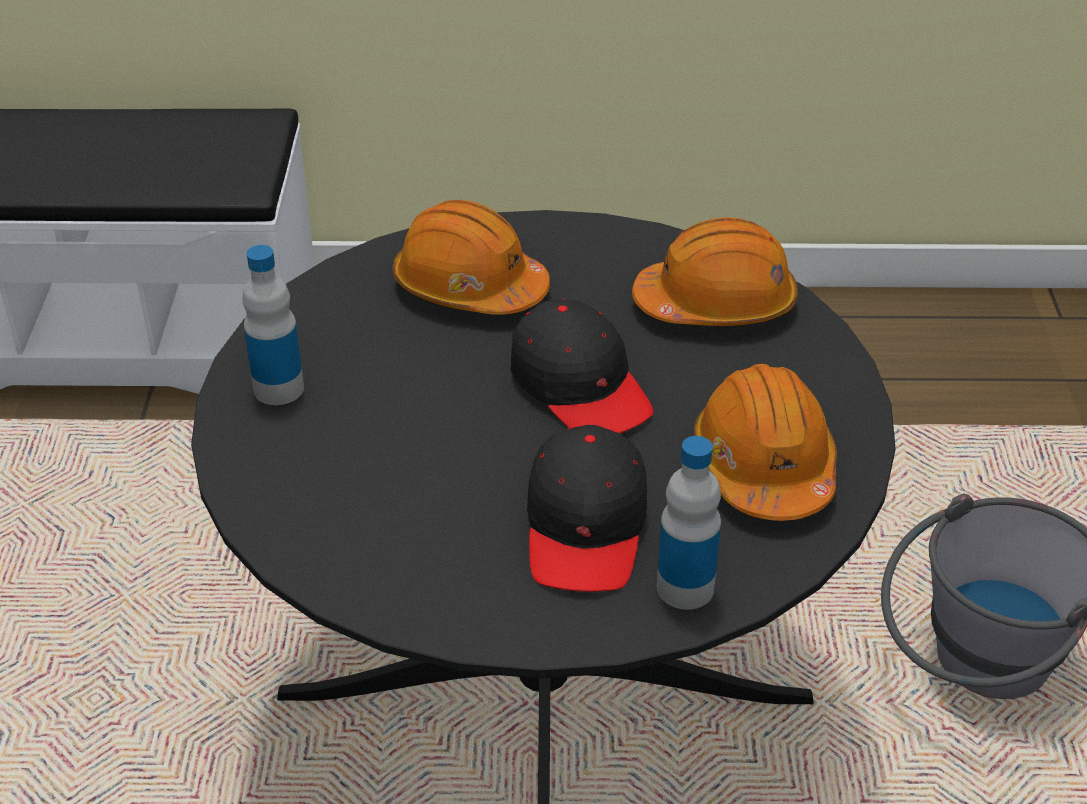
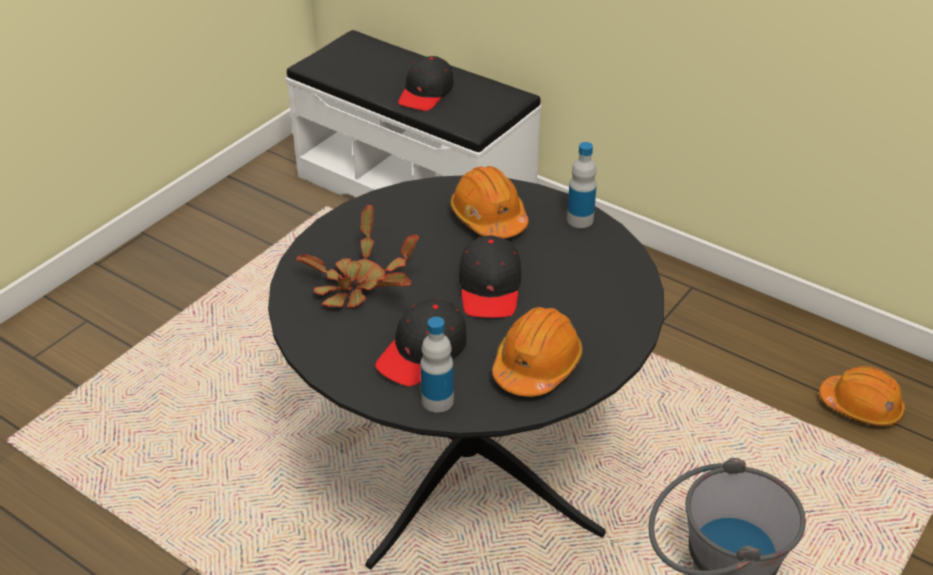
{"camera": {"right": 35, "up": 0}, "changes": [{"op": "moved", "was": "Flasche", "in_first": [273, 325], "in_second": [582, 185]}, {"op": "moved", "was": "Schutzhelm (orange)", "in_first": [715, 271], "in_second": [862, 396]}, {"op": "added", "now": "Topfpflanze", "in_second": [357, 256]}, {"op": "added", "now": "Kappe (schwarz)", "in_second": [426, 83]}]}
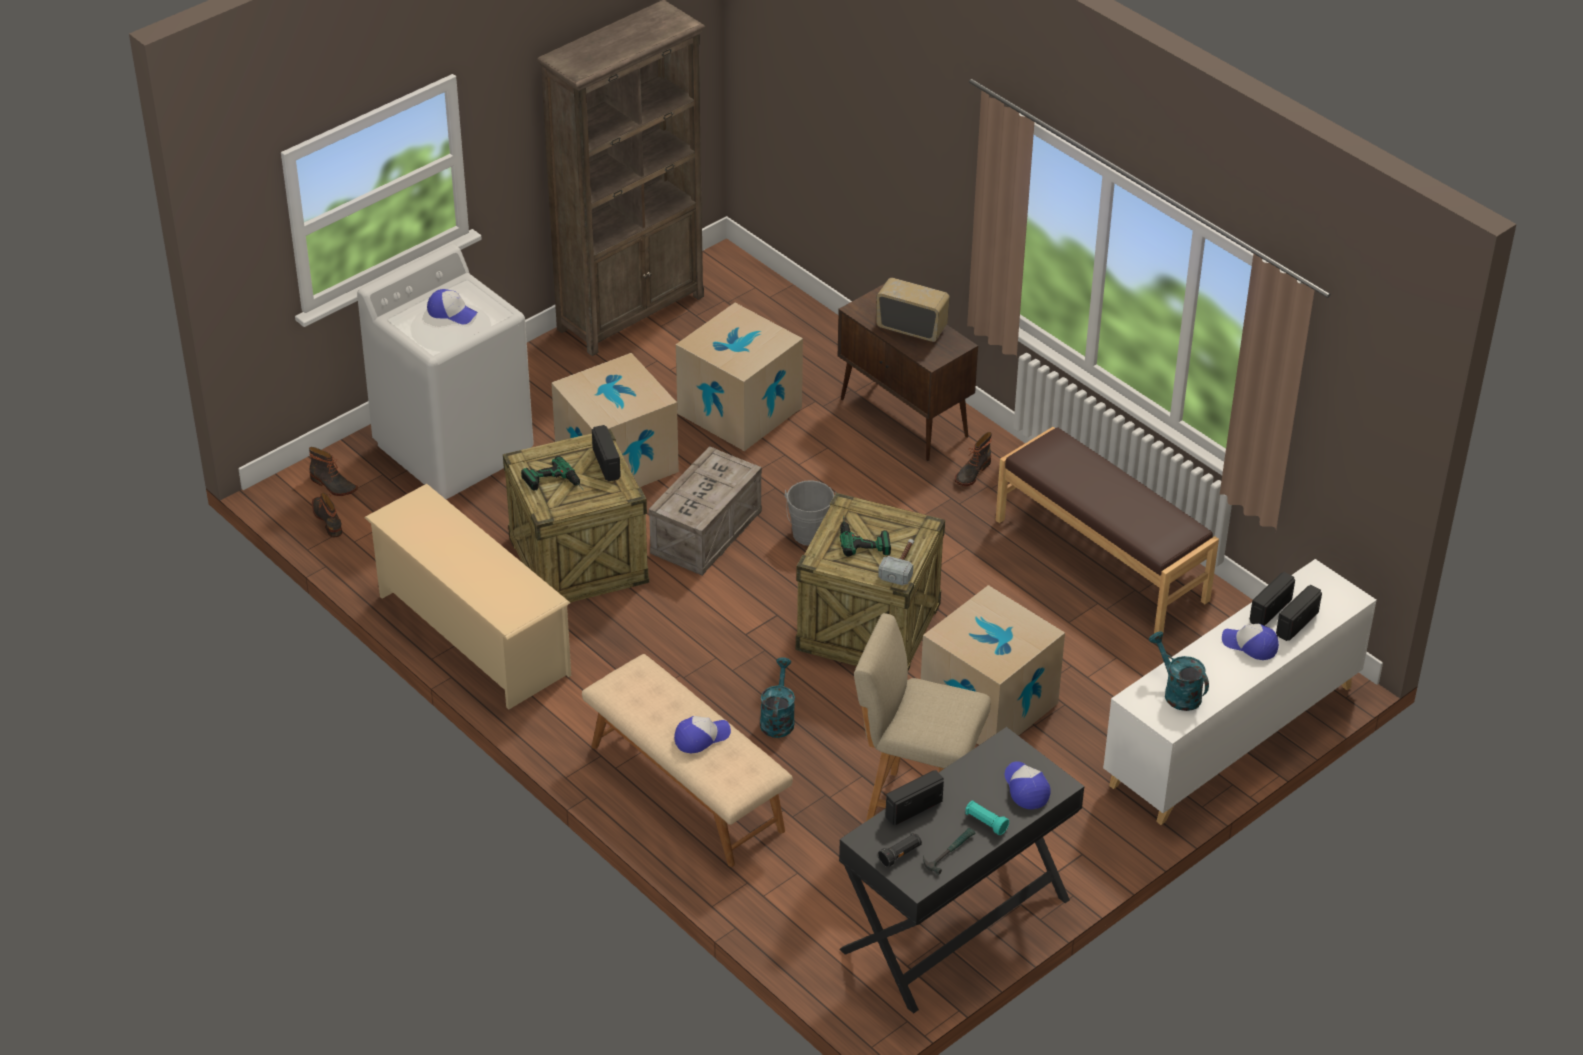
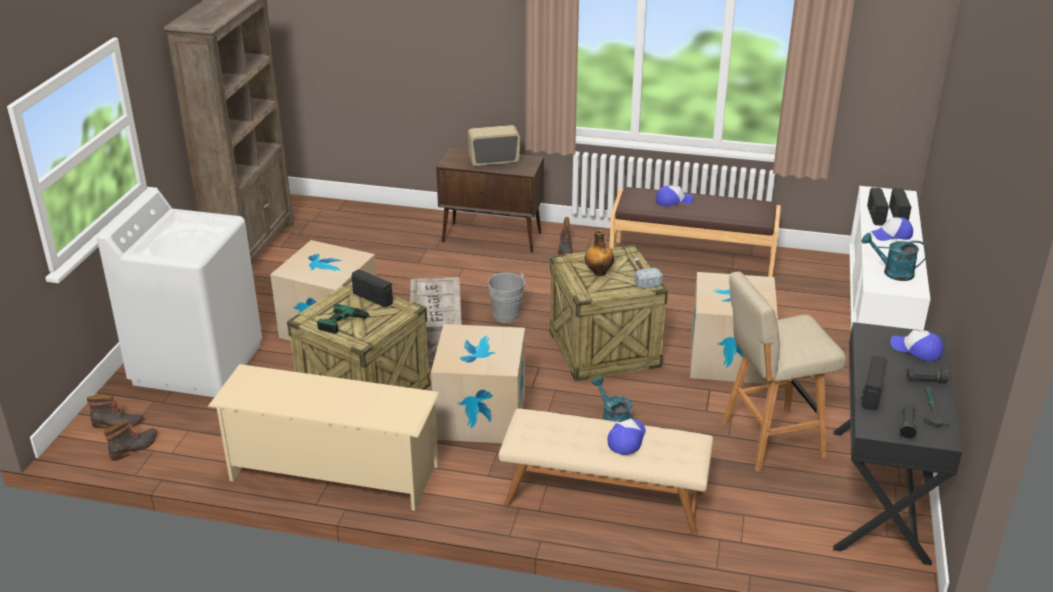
{"camera": {"right": -35, "up": -10}, "changes": [{"op": "turned", "was": "Stiefel", "in_first": [327, 515], "in_second": [130, 440], "clockwise": 105}, {"op": "moved", "was": "Kappe", "in_first": [452, 306], "in_second": [675, 195]}, {"op": "moved", "was": "Karton", "in_first": [739, 377], "in_second": [478, 383]}, {"op": "replaced", "was": "Bohrmaschine", "now": "Flasche", "in_first": [865, 536], "in_second": [599, 253]}, {"op": "recoloured", "was": "Taschenlampe (türkis)", "now": "Taschenlampe (schwarz)", "in_first": [987, 818], "in_second": [927, 375]}]}
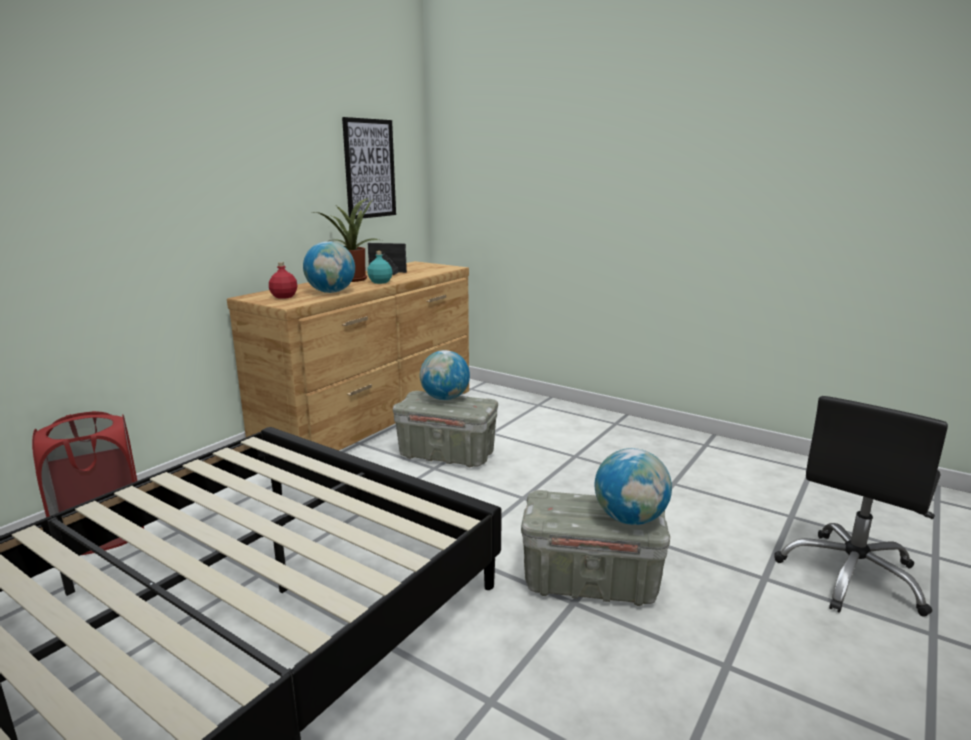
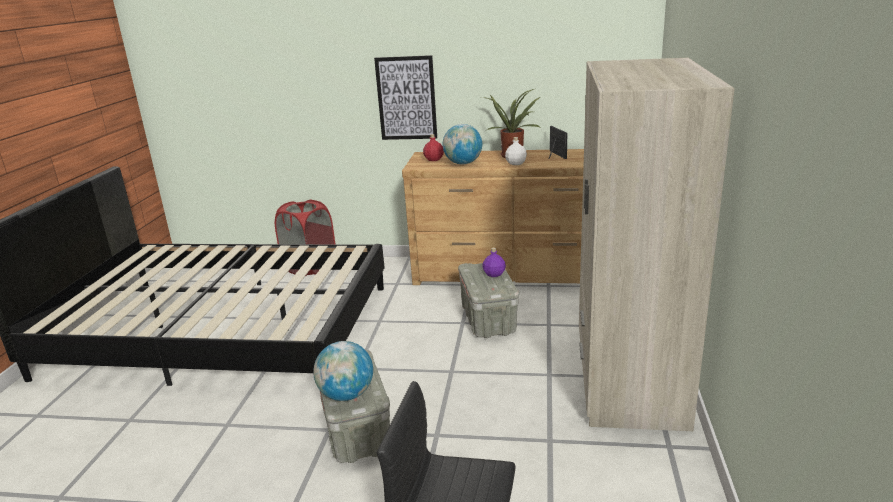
{"camera": {"right": 65, "up": 5}, "changes": [{"op": "moved", "was": "Bild", "in_first": [369, 168], "in_second": [405, 97]}, {"op": "recoloured", "was": "Flasche (türkis)", "now": "Flasche (weiß)", "in_first": [379, 267], "in_second": [516, 151]}, {"op": "replaced", "was": "Globus", "now": "Flasche (lila)", "in_first": [445, 375], "in_second": [494, 262]}, {"op": "added", "now": "Kleiderschrank (beige)", "in_second": [657, 244]}]}
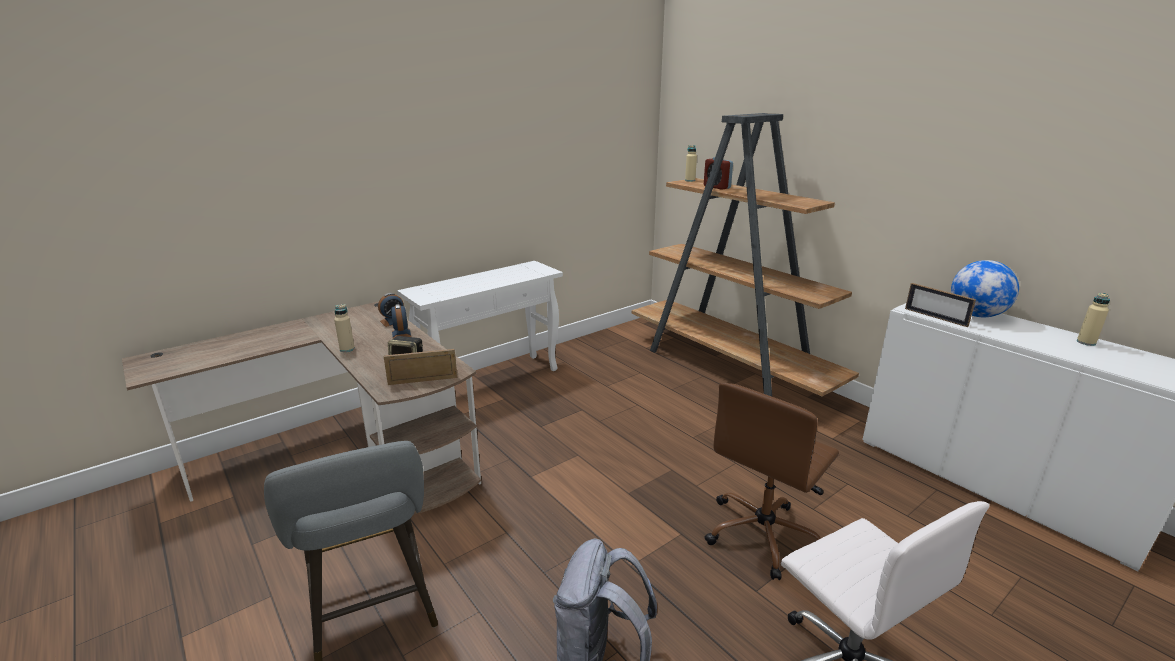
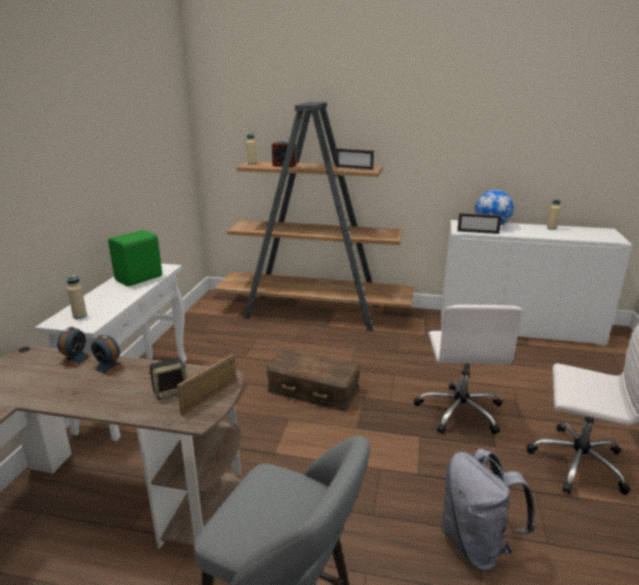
{"camera": {"right": -40, "up": 0}, "changes": [{"op": "moved", "was": "Flasche (beige)", "in_first": [344, 328], "in_second": [77, 296]}, {"op": "recoloured", "was": "Bürostuhl (braun)", "now": "Bürostuhl (weiß)", "in_first": [772, 481], "in_second": [468, 370]}, {"op": "added", "now": "Lautsprecher (grün)", "in_second": [135, 258]}, {"op": "added", "now": "Aufbewahrungsbox (braun)", "in_second": [313, 379]}, {"op": "added", "now": "Bilderrahmen", "in_second": [354, 159]}]}
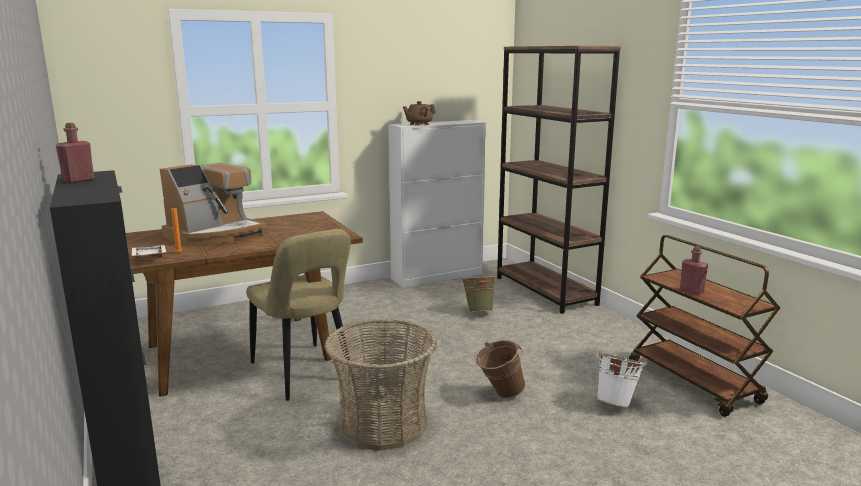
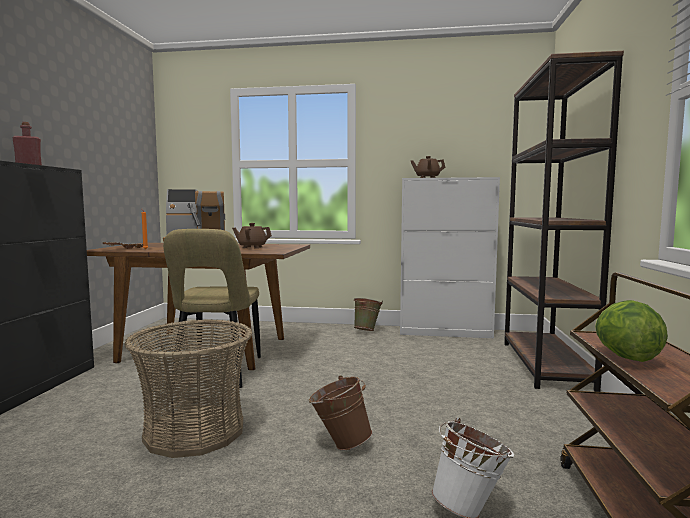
{"camera": {"right": 35, "up": -10}, "changes": [{"op": "moved", "was": "Eimer (grün)", "in_first": [479, 293], "in_second": [368, 314]}, {"op": "replaced", "was": "Flasche (rot)", "now": "Salatkopf", "in_first": [694, 270], "in_second": [631, 331]}, {"op": "added", "now": "Teekanne (braun)", "in_second": [252, 236]}]}
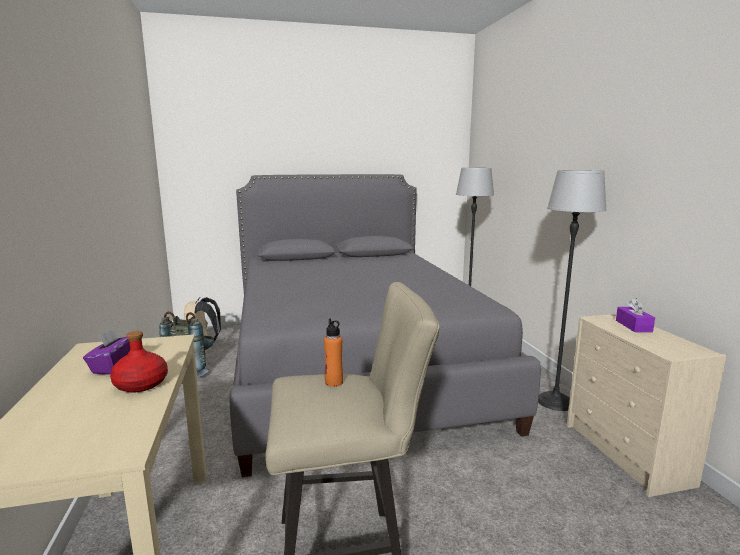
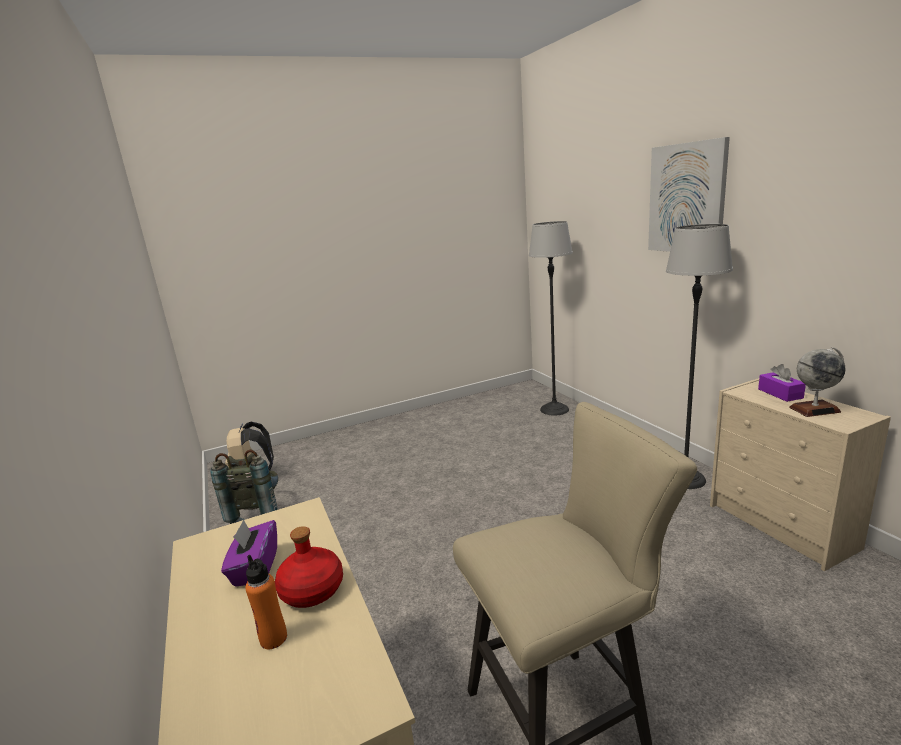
{"camera": {"right": -10, "up": 5}, "changes": [{"op": "removed", "was": "Bett (grau)", "in_first": [385, 325]}, {"op": "moved", "was": "Flasche (orange)", "in_first": [333, 352], "in_second": [266, 602]}, {"op": "added", "now": "Bild", "in_second": [689, 194]}, {"op": "added", "now": "Globus", "in_second": [817, 382]}]}
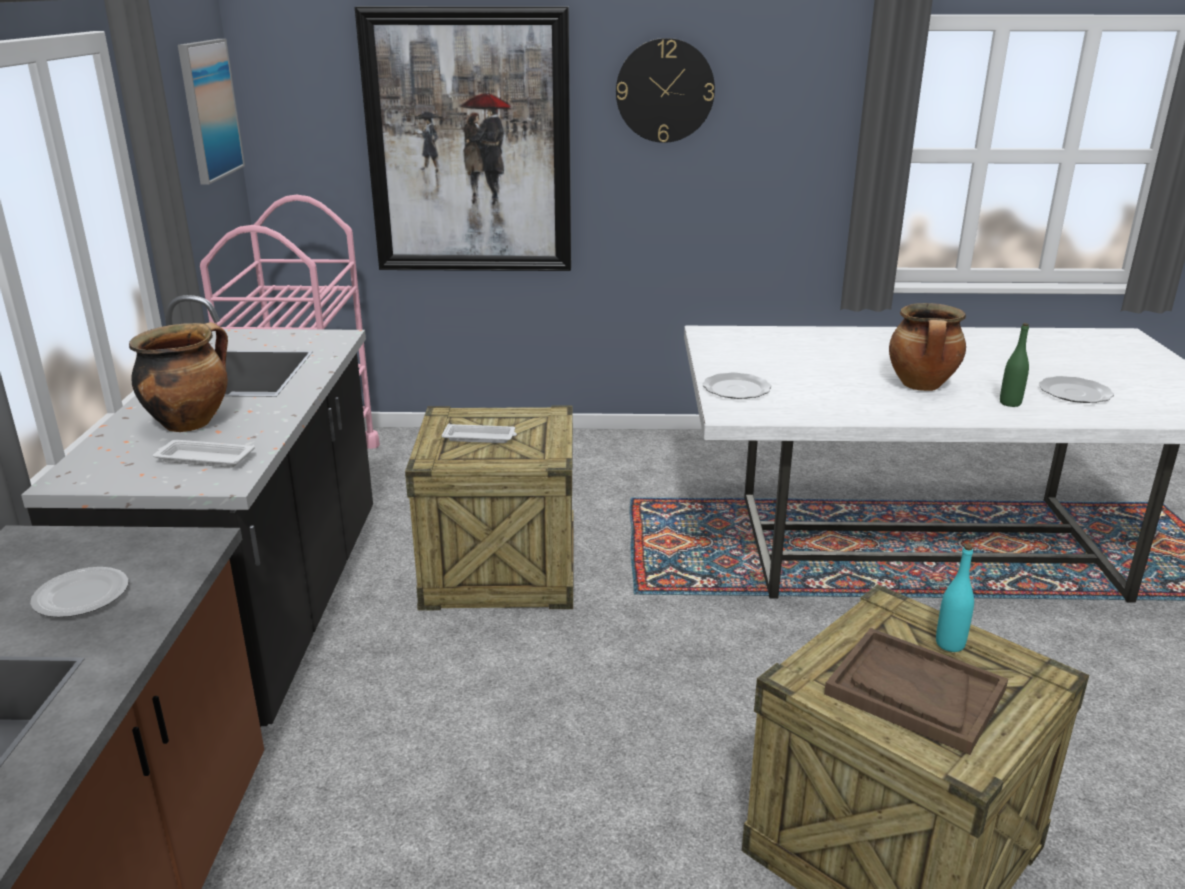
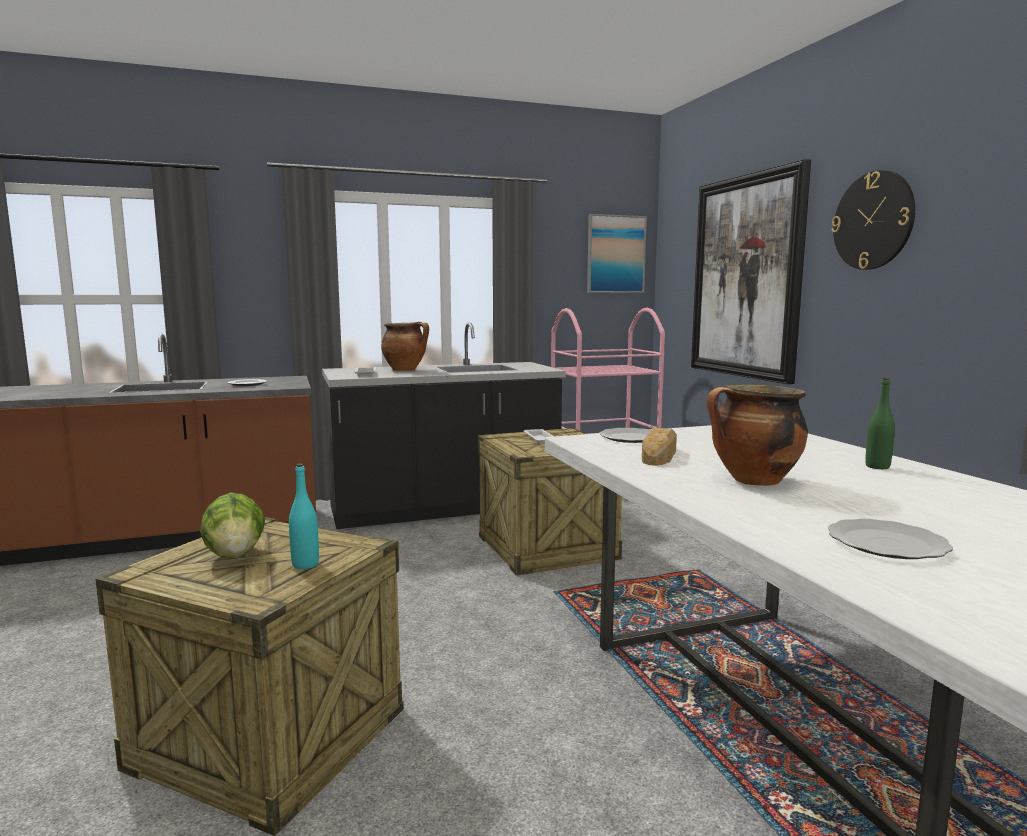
{"camera": {"right": 70, "up": -15}, "changes": [{"op": "replaced", "was": "Tablett (braun)", "now": "Salatkopf", "in_first": [916, 691], "in_second": [232, 525]}, {"op": "moved", "was": "Flasche (grün)", "in_first": [1014, 365], "in_second": [880, 423]}, {"op": "added", "now": "Brot", "in_second": [659, 447]}]}
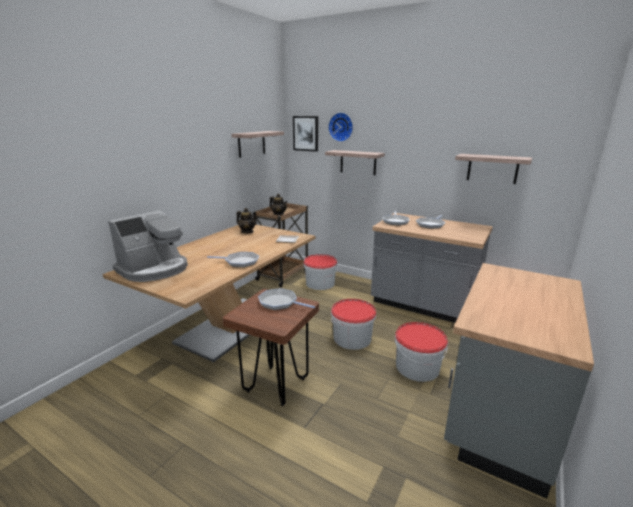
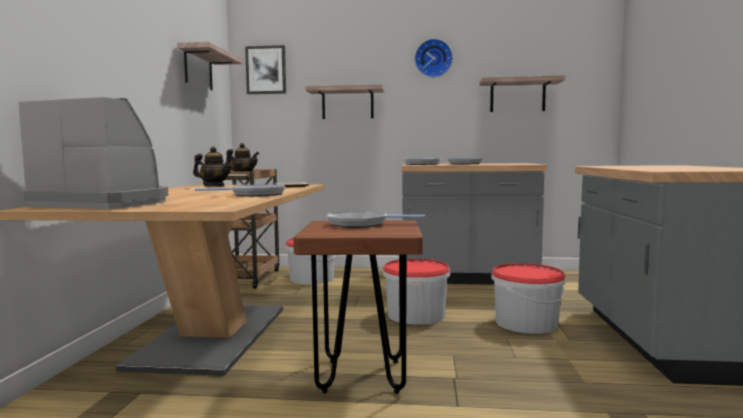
{"camera": {"right": -25, "up": -15}, "changes": [{"op": "turned", "was": "Kaffeemaschine", "in_first": [148, 246], "in_second": [93, 153], "clockwise": -90}, {"op": "moved", "was": "Wanduhr", "in_first": [340, 127], "in_second": [434, 58]}]}
